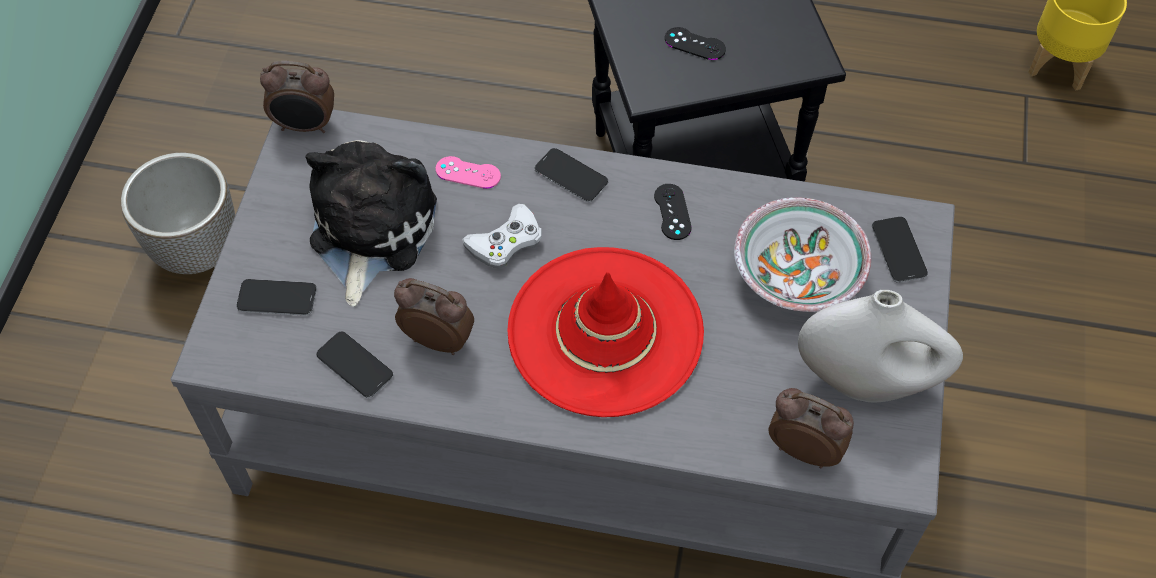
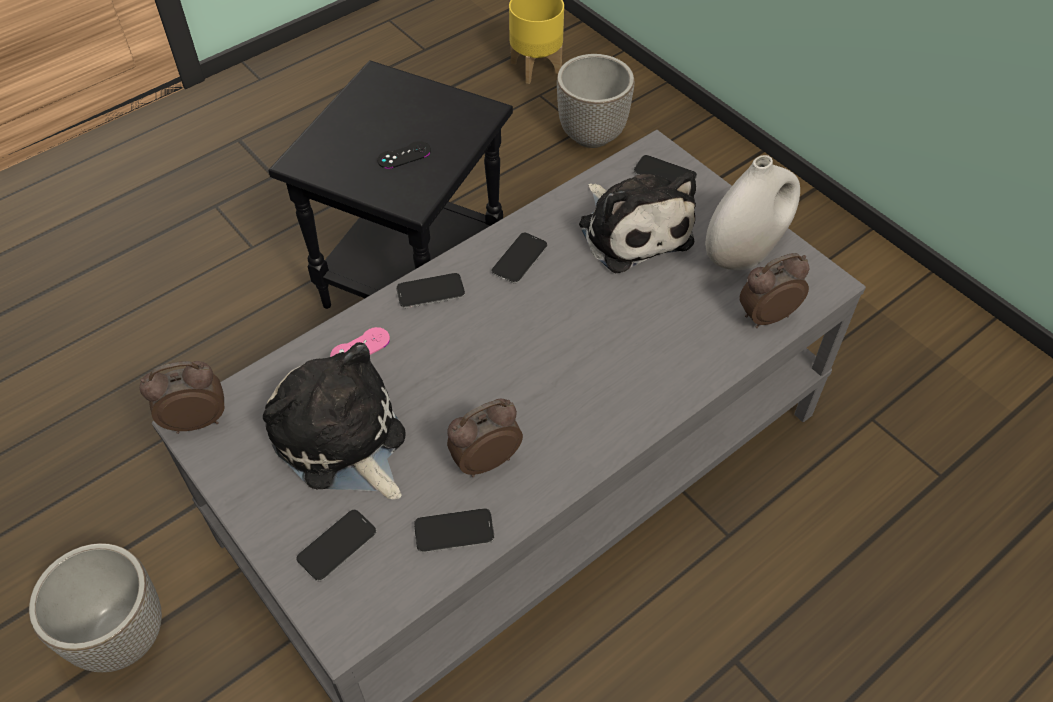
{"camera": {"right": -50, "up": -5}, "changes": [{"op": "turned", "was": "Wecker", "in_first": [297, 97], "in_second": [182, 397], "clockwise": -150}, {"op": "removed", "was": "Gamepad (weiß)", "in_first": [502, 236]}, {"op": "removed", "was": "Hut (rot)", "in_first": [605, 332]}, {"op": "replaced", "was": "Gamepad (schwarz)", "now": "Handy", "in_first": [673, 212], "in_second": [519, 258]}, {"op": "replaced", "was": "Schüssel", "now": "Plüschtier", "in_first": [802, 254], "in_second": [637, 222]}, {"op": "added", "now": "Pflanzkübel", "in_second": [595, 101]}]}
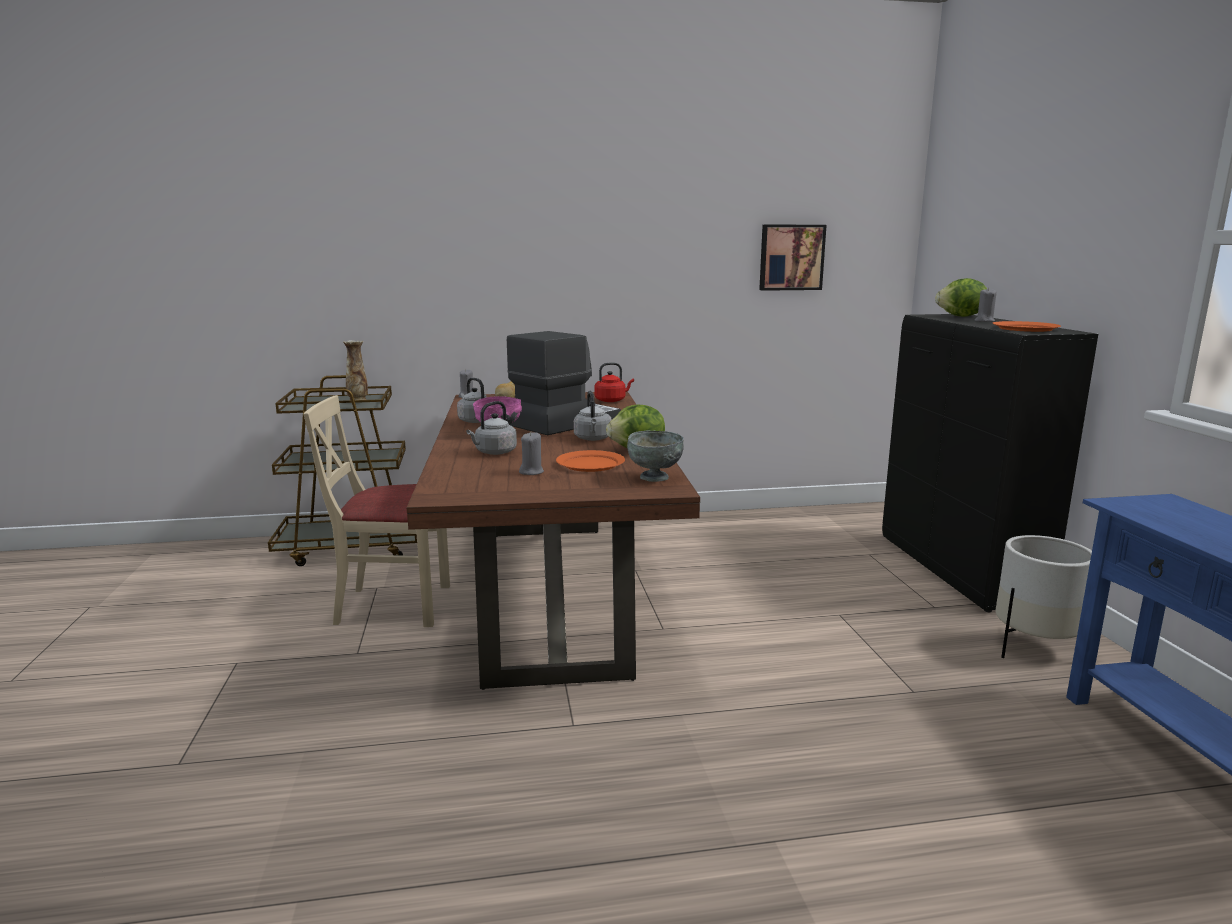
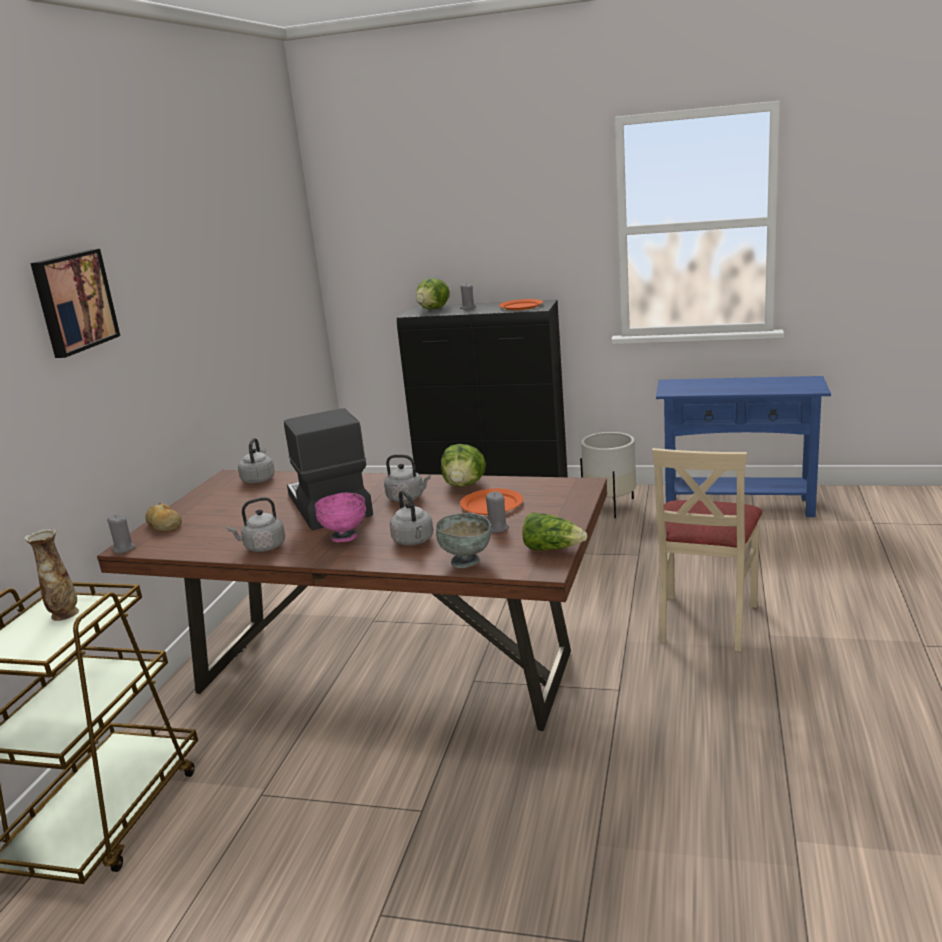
{"camera": {"right": -65, "up": 5}, "changes": [{"op": "moved", "was": "Stuhl (beige)", "in_first": [376, 511], "in_second": [707, 549]}, {"op": "recoloured", "was": "Wasserkessel (rot)", "now": "Wasserkessel (grau)", "in_first": [614, 382], "in_second": [256, 460]}, {"op": "moved", "was": "Schüssel (grau)", "in_first": [655, 456], "in_second": [463, 540]}, {"op": "moved", "was": "Bild", "in_first": [792, 258], "in_second": [75, 303]}, {"op": "added", "now": "Salatkopf", "in_second": [554, 531]}]}
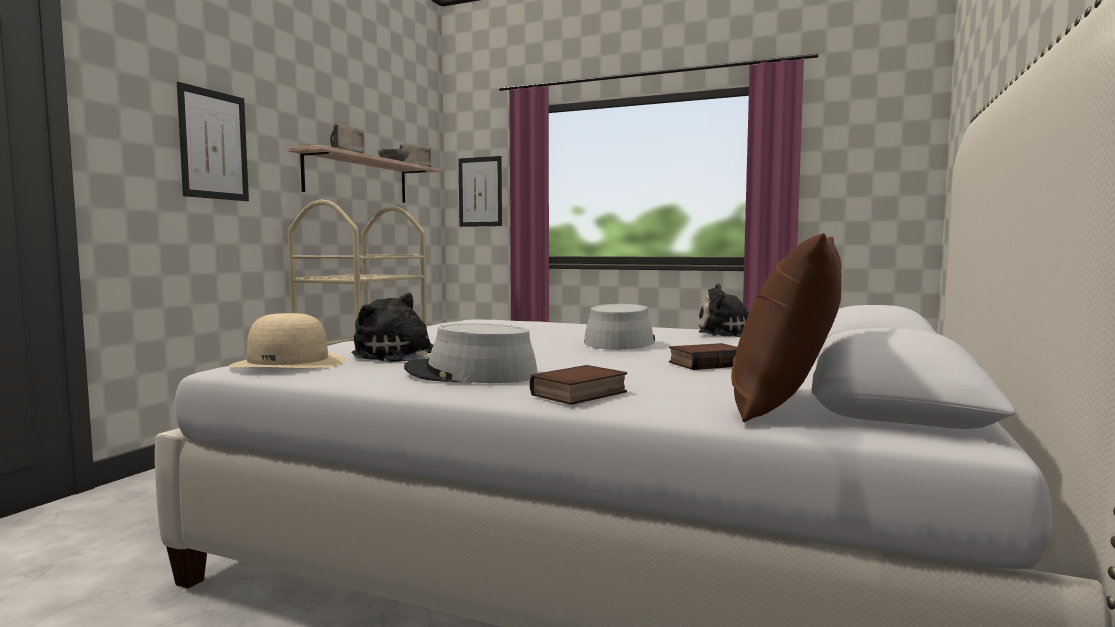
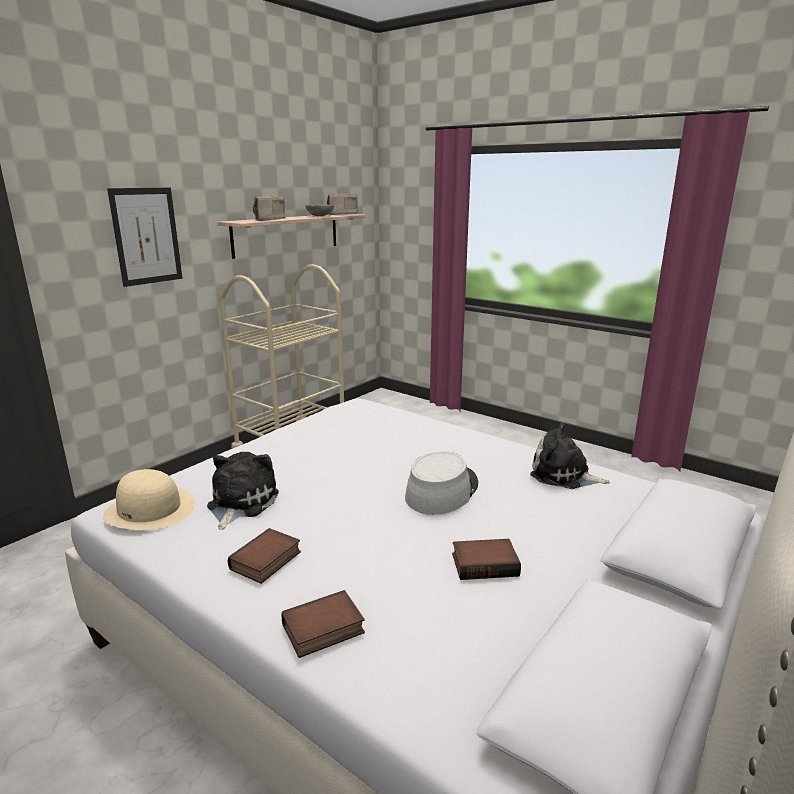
{"camera": {"right": 15, "up": 15}, "changes": [{"op": "turned", "was": "Plüschtier", "in_first": [392, 327], "in_second": [243, 491], "clockwise": 60}, {"op": "replaced", "was": "Hut (grau)", "now": "Buch", "in_first": [471, 353], "in_second": [264, 556]}, {"op": "removed", "was": "Bild", "in_first": [480, 191]}, {"op": "removed", "was": "Kissen (braun)", "in_first": [786, 327]}]}
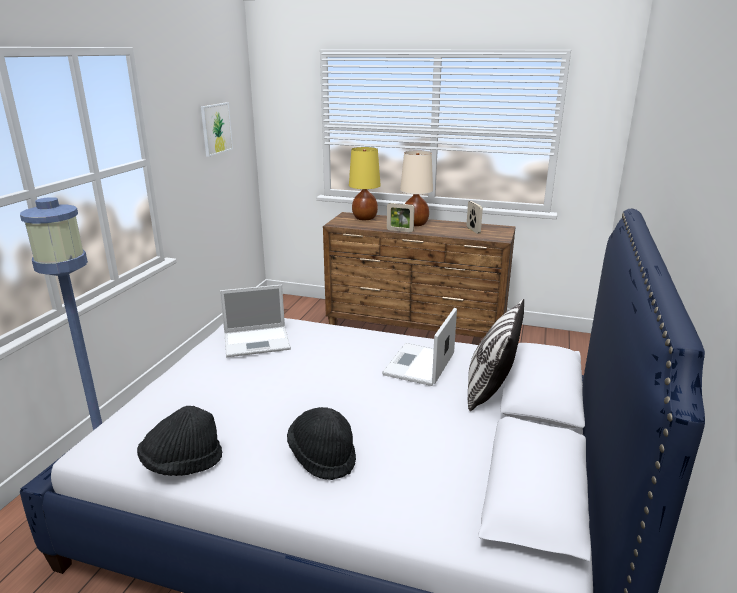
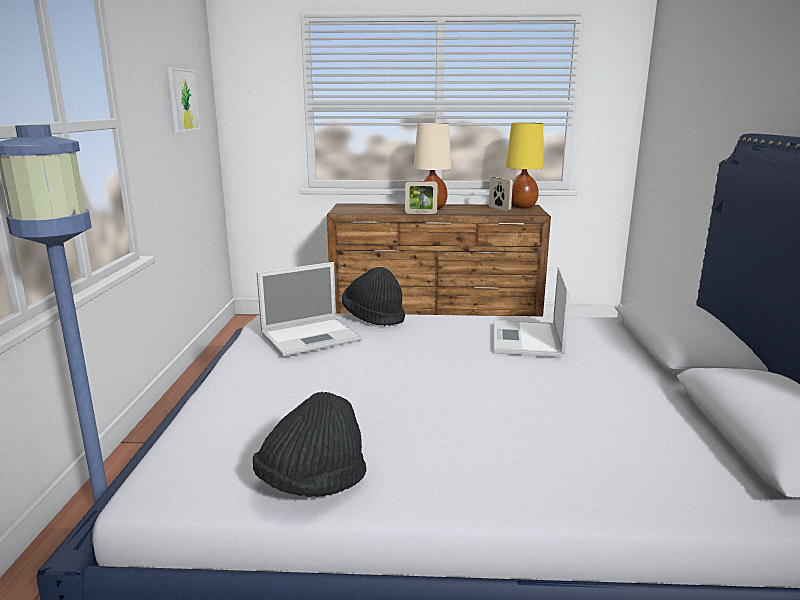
{"camera": {"right": -15, "up": -5}, "changes": [{"op": "moved", "was": "Hut (schwarz)", "in_first": [321, 443], "in_second": [373, 296]}, {"op": "moved", "was": "Tischlampe (gelb)", "in_first": [365, 183], "in_second": [525, 165]}, {"op": "removed", "was": "Kissen", "in_first": [496, 355]}]}
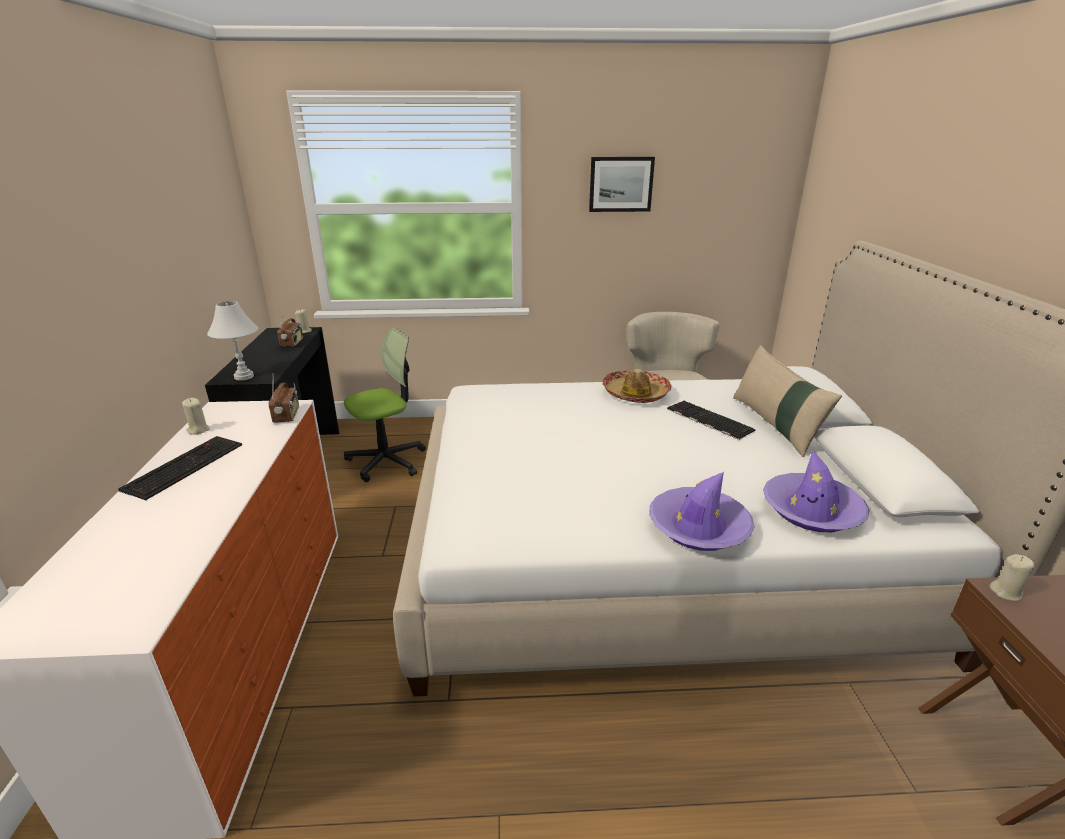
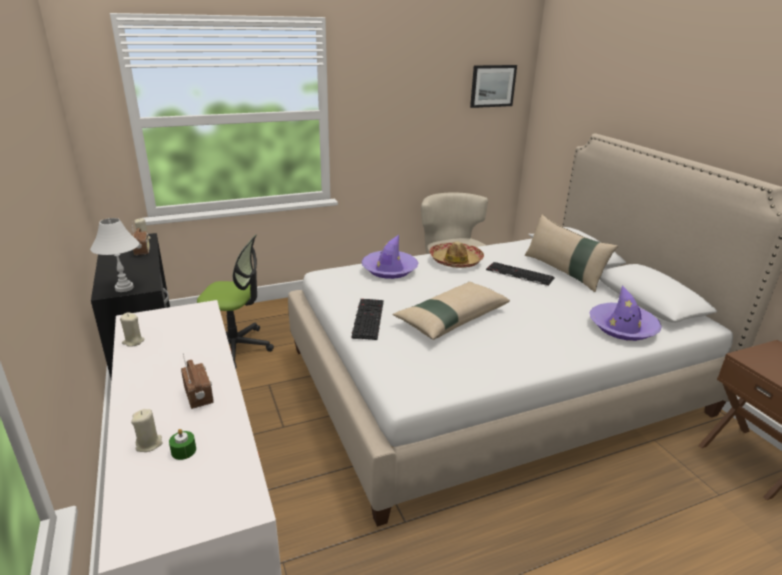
{"camera": {"right": -20, "up": 0}, "changes": [{"op": "moved", "was": "Tastatur", "in_first": [180, 468], "in_second": [367, 319]}, {"op": "moved", "was": "Radio", "in_first": [284, 398], "in_second": [197, 381]}, {"op": "turned", "was": "Bürostuhl", "in_first": [385, 405], "in_second": [235, 301], "clockwise": 60}, {"op": "moved", "was": "Bild", "in_first": [622, 184], "in_second": [493, 86]}, {"op": "moved", "was": "Hut (lila)", "in_first": [702, 511], "in_second": [389, 257]}, {"op": "moved", "was": "Kerze (beige)", "in_first": [1011, 577], "in_second": [147, 430]}, {"op": "added", "now": "Kerze (grün)", "in_second": [182, 444]}, {"op": "added", "now": "Kissen (beige)", "in_second": [451, 311]}]}
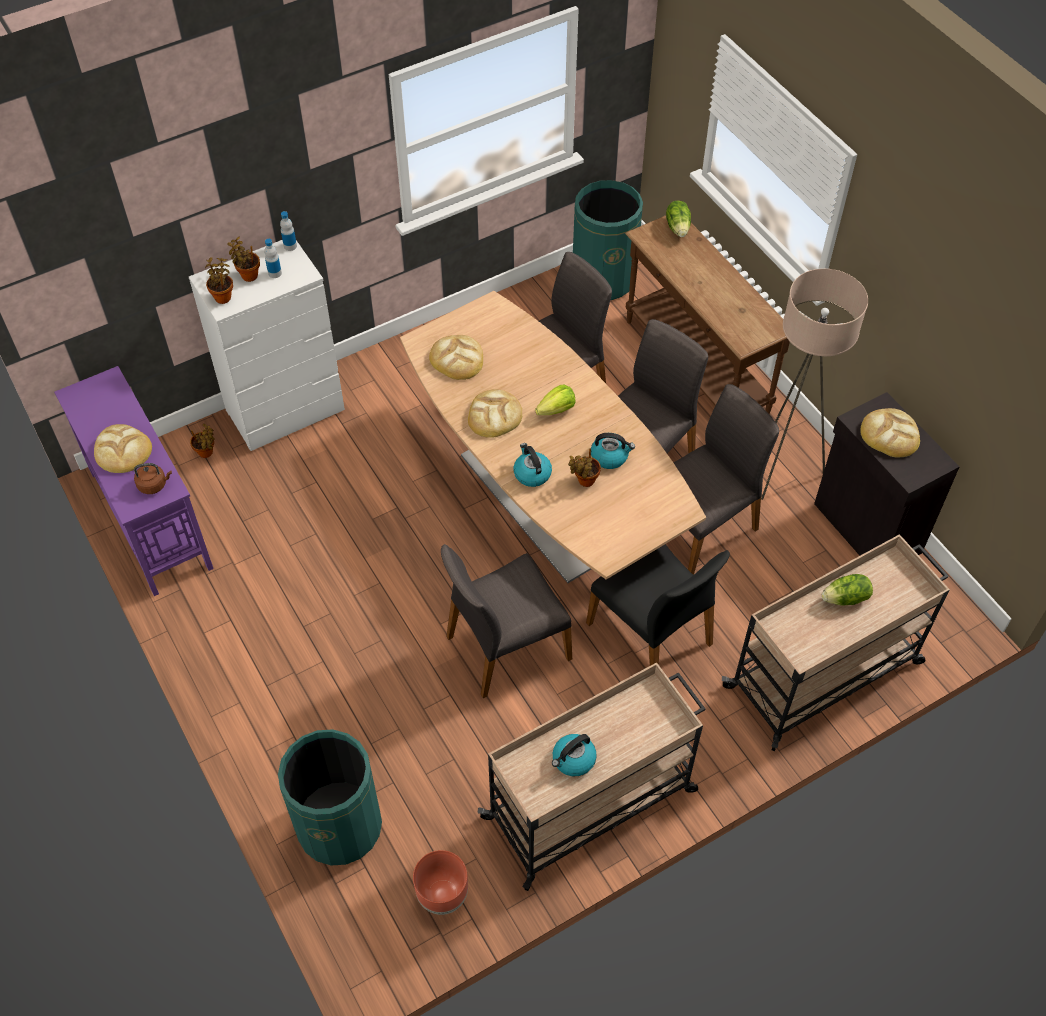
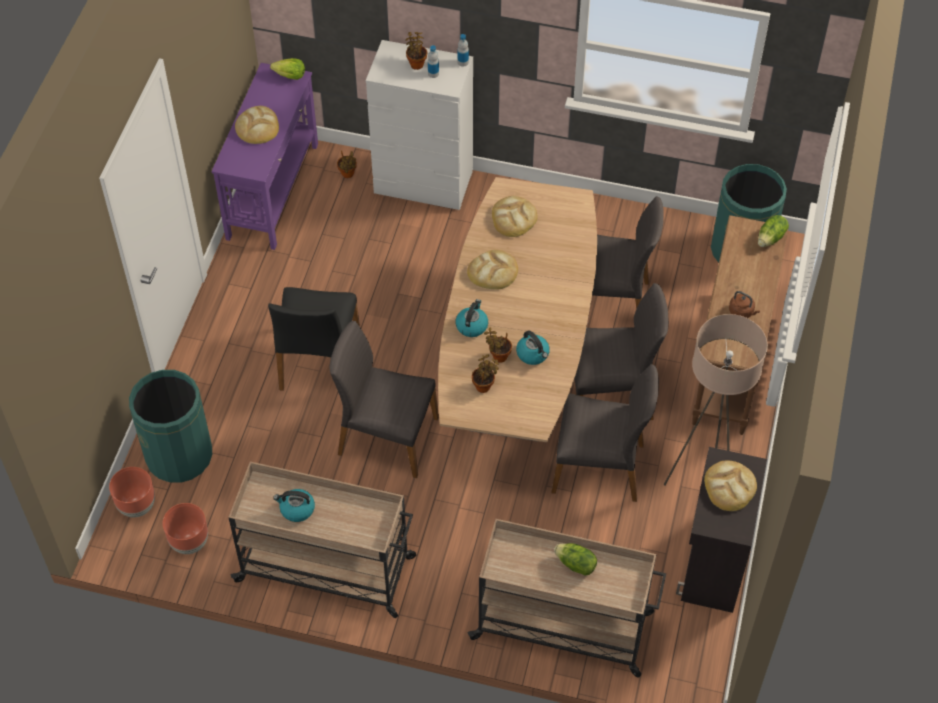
{"camera": {"right": 45, "up": 0}, "changes": [{"op": "moved", "was": "Wasserkessel (braun)", "in_first": [153, 478], "in_second": [744, 304]}, {"op": "moved", "was": "Topfpflanze", "in_first": [219, 280], "in_second": [485, 373]}, {"op": "moved", "was": "Salatkopf", "in_first": [555, 399], "in_second": [287, 69]}, {"op": "moved", "was": "Stuhl (schwarz)", "in_first": [658, 605], "in_second": [314, 339]}, {"op": "added", "now": "Pflanzkübel (braun)", "in_second": [132, 492]}]}
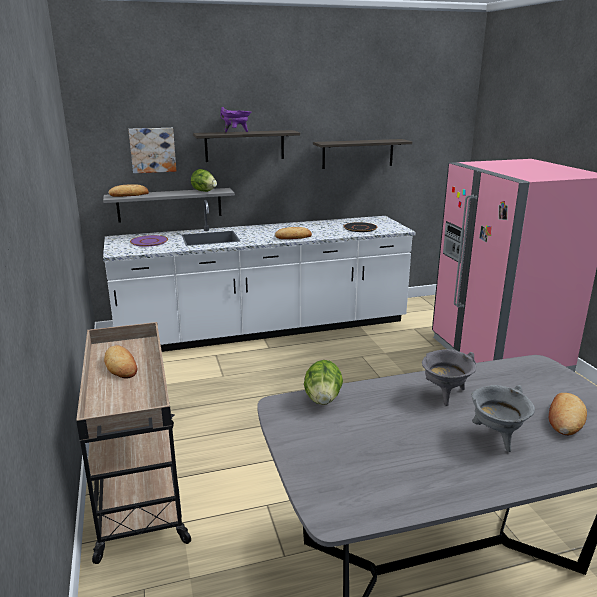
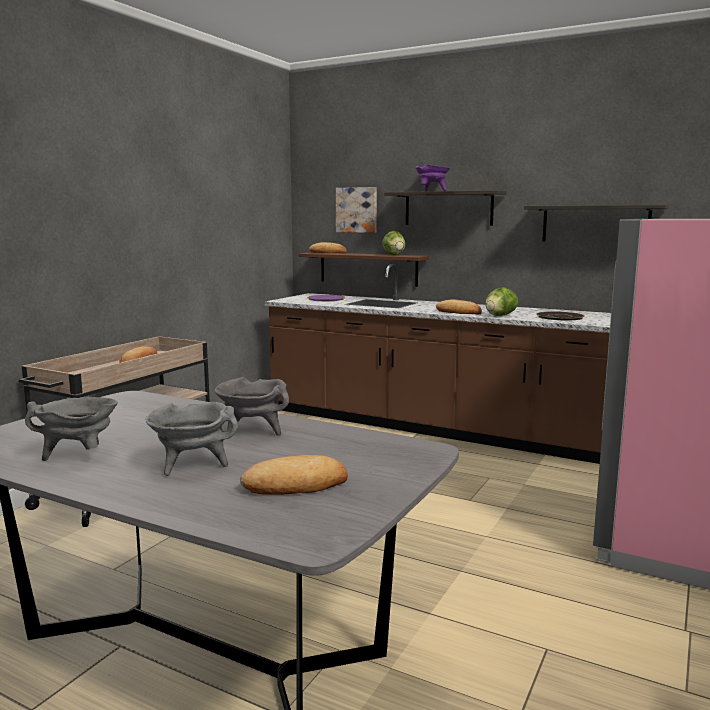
{"camera": {"right": 45, "up": -10}, "changes": [{"op": "recoloured", "was": "Wandregal (grau)", "now": "Wandregal (braun)", "in_first": [169, 205], "in_second": [364, 269]}, {"op": "recoloured", "was": "Küchenzeile (weiß)", "now": "Küchenzeile (braun)", "in_first": [259, 276], "in_second": [438, 364]}, {"op": "moved", "was": "Salatkopf", "in_first": [323, 382], "in_second": [501, 301]}, {"op": "added", "now": "Kochtopf (grau)", "in_second": [71, 429]}]}
